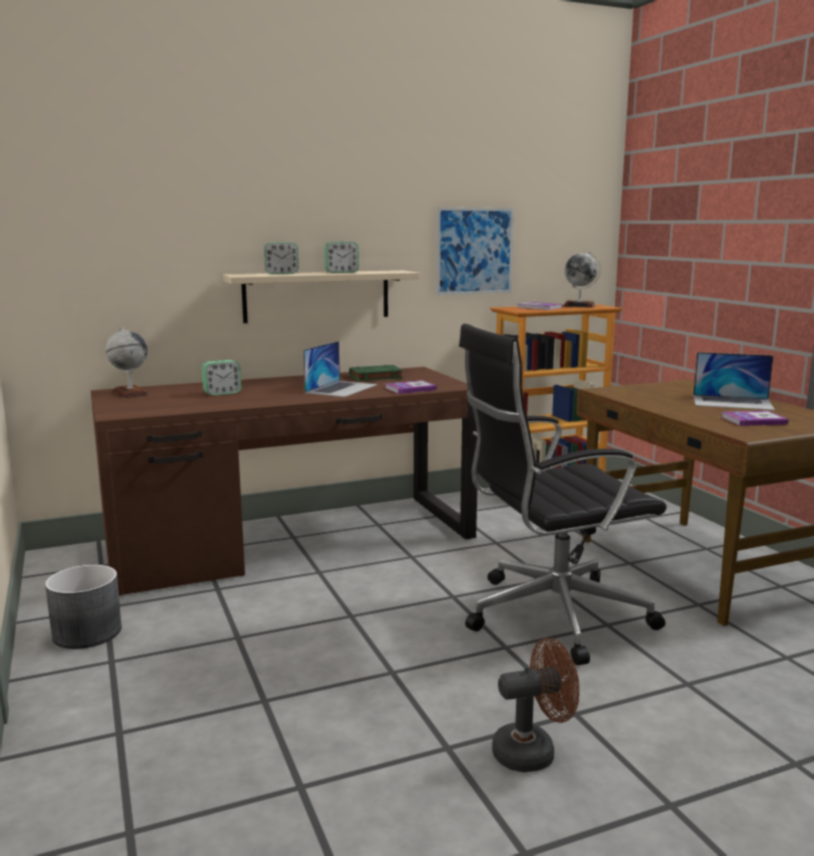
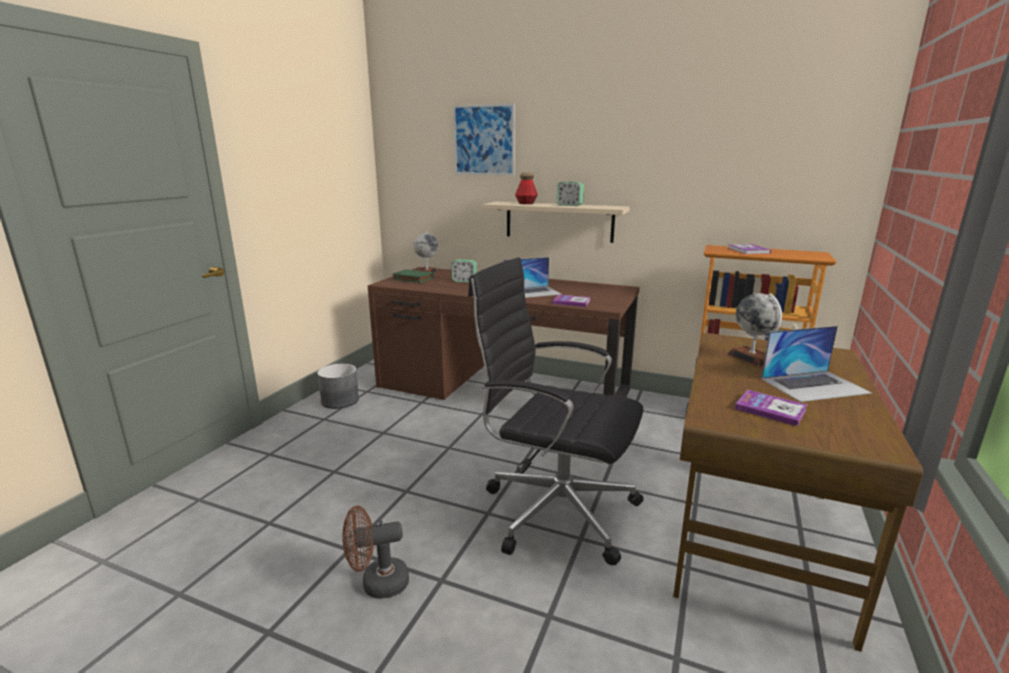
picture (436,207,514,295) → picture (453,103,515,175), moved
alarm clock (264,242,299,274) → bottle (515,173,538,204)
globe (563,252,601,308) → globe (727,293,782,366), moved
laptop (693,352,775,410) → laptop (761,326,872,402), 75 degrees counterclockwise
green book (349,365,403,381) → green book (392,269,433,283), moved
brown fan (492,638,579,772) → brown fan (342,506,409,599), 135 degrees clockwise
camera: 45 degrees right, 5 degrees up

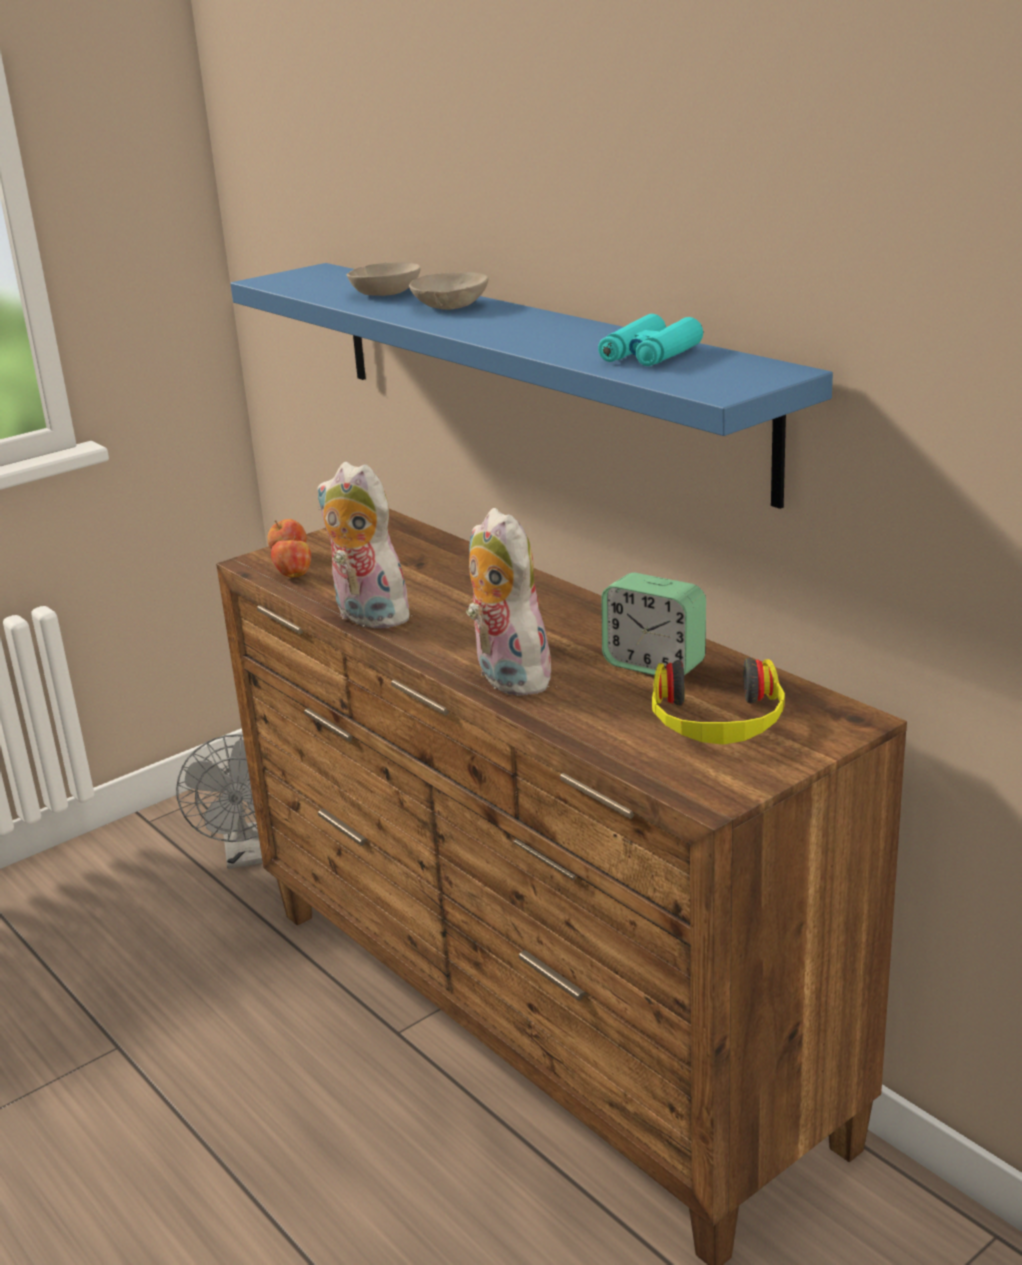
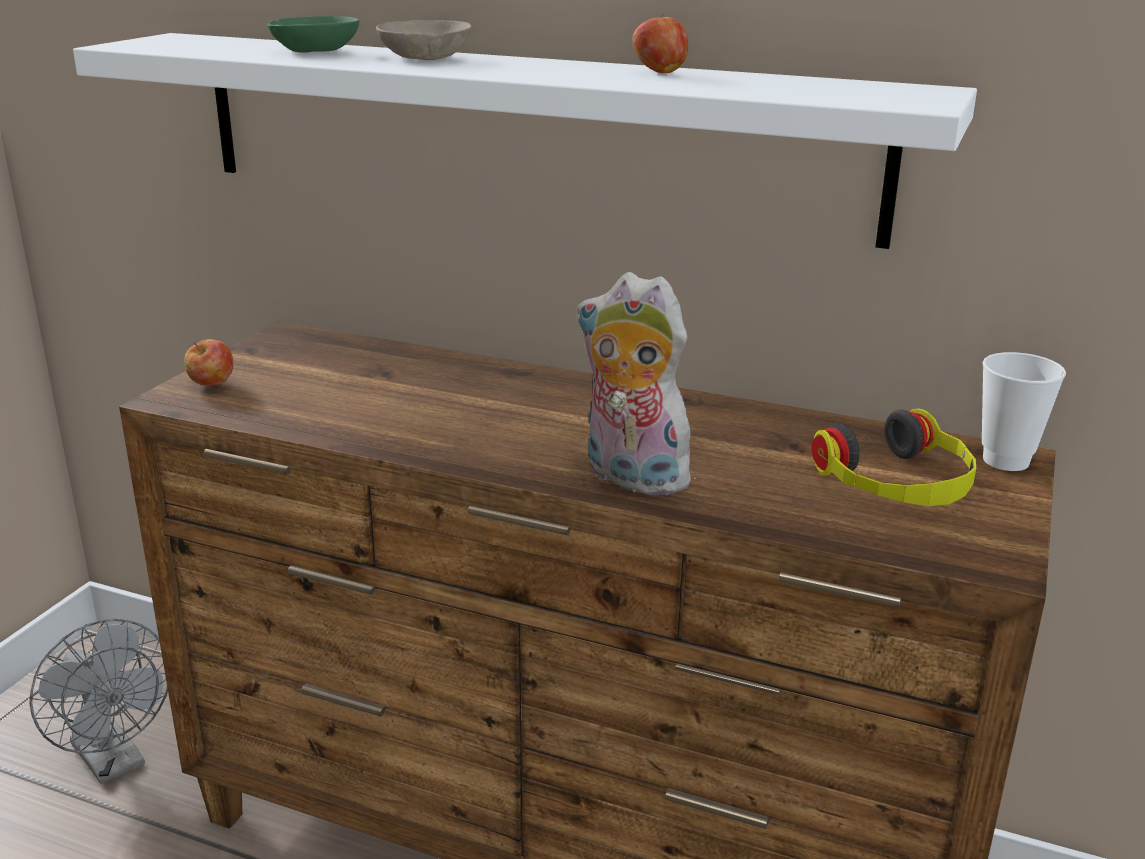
beige bowl (346,262,421,296) → green bowl (268,16,359,53)
blue shelf (230,263,833,509) → white shelf (73,33,977,249)
turquoise binoculars (598,314,703,366) → -
plush toy (317,462,416,630) → -
apple (271,535,311,578) → apple (633,14,688,73), moved
alarm clock (601,573,706,675) → -
- → cup (982,352,1066,471)
camera: 30 degrees left, 0 degrees up

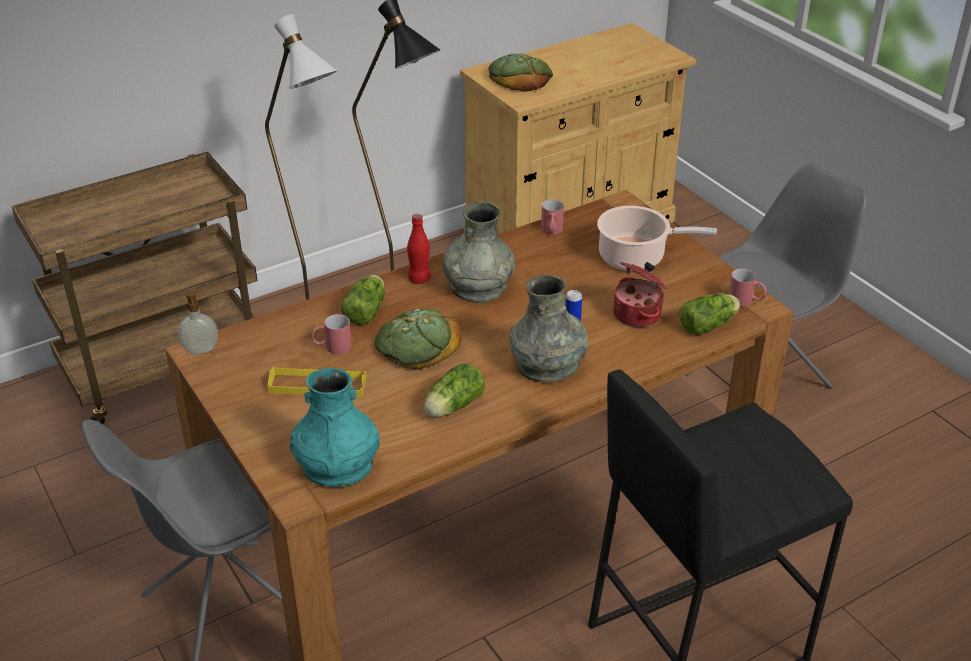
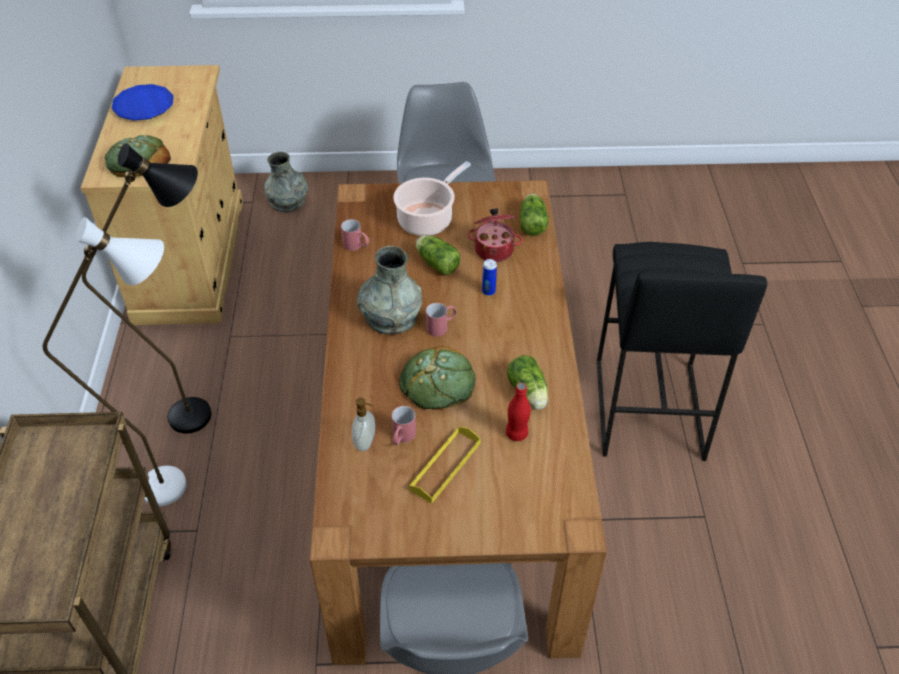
red bottle (407,214,431,284) → red bottle (506,383,531,441), moved
red mug (729,269,767,307) → red mug (426,303,457,337), moved
lettuce (341,275,385,325) → lettuce (416,236,461,275), moved
grey vase (509,275,588,382) → grey vase (264,152,308,212), moved
soap dispenser (178,290,218,354) → soap dispenser (352,398,375,451), moved
turquoise vase (290,368,380,487) → -
- → blue plate (112,84,174,120)
camera: 60 degrees left, 10 degrees up

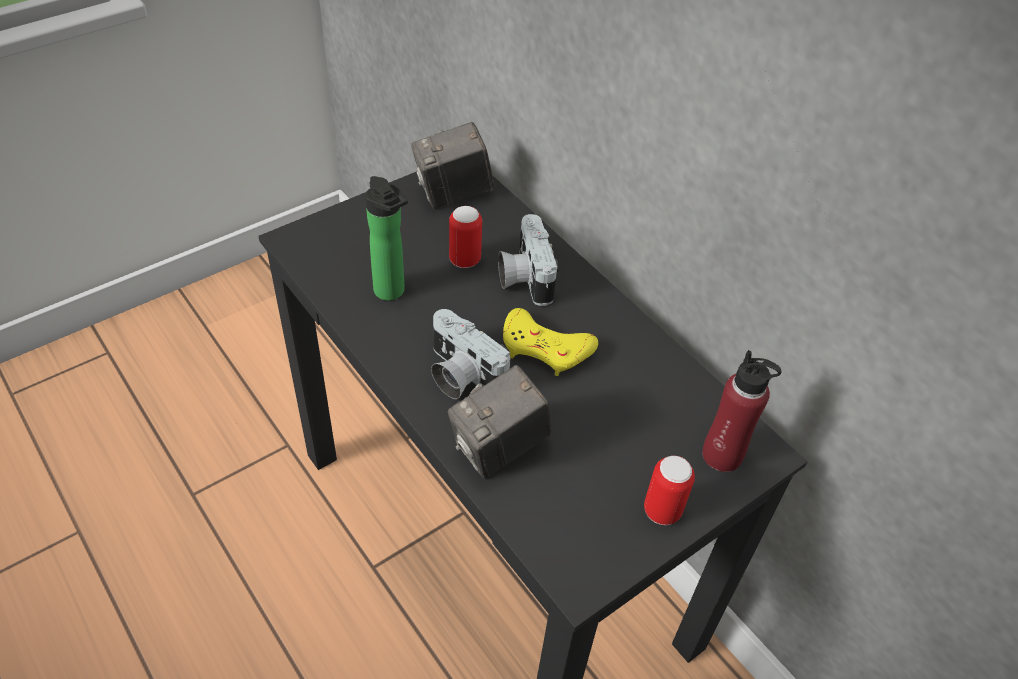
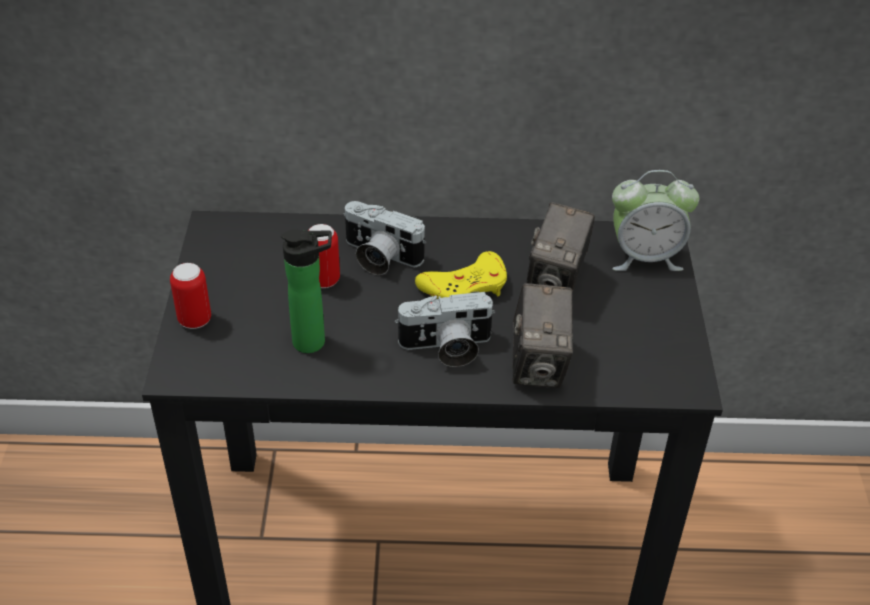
photo camera (411,122,494,209) → photo camera (526,202,595,290), moved
red bottle (702,350,781,472) → alarm clock (612,170,699,271)
can (644,456,695,525) → can (170,263,211,329), moved
camera: 50 degrees left, 5 degrees down

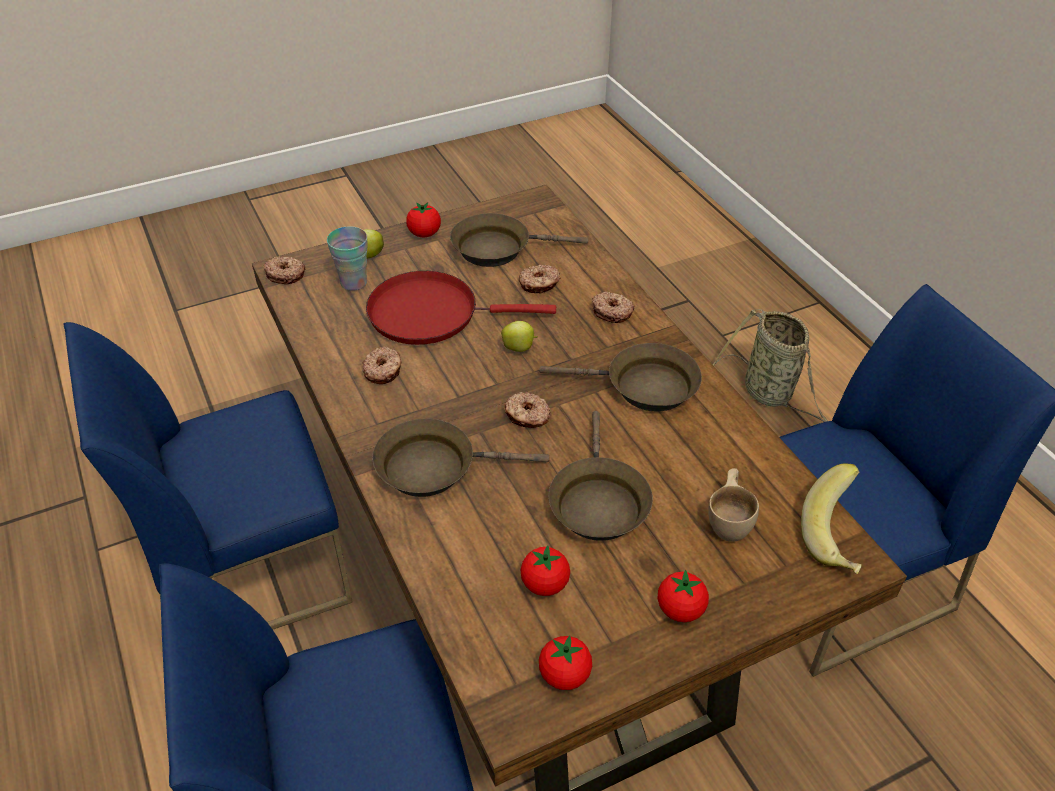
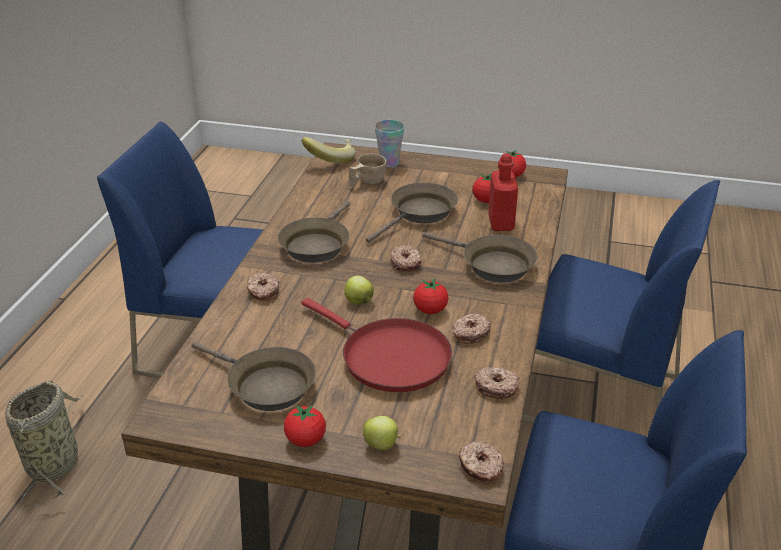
cup (327,226,368,291) → cup (375,120,404,167), moved
donut (519,265,561,294) → donut (474,367,519,399), moved
brown frying pan (539,343,702,412) → brown frying pan (278,201,350,263), 120 degrees counterclockwise
tomato (658,570,709,622) → tomato (413,278,449,314), moved
- → red bottle (488,154,518,231)
camera: 140 degrees left, 10 degrees down

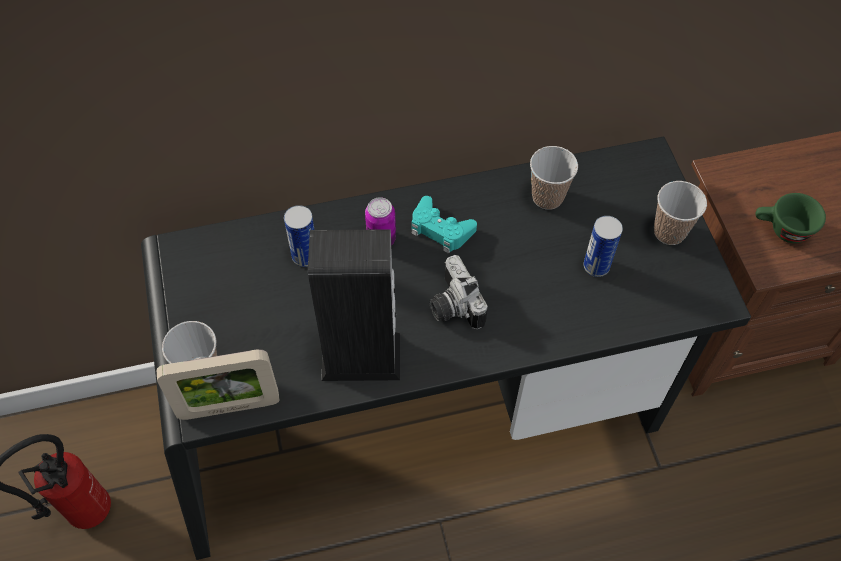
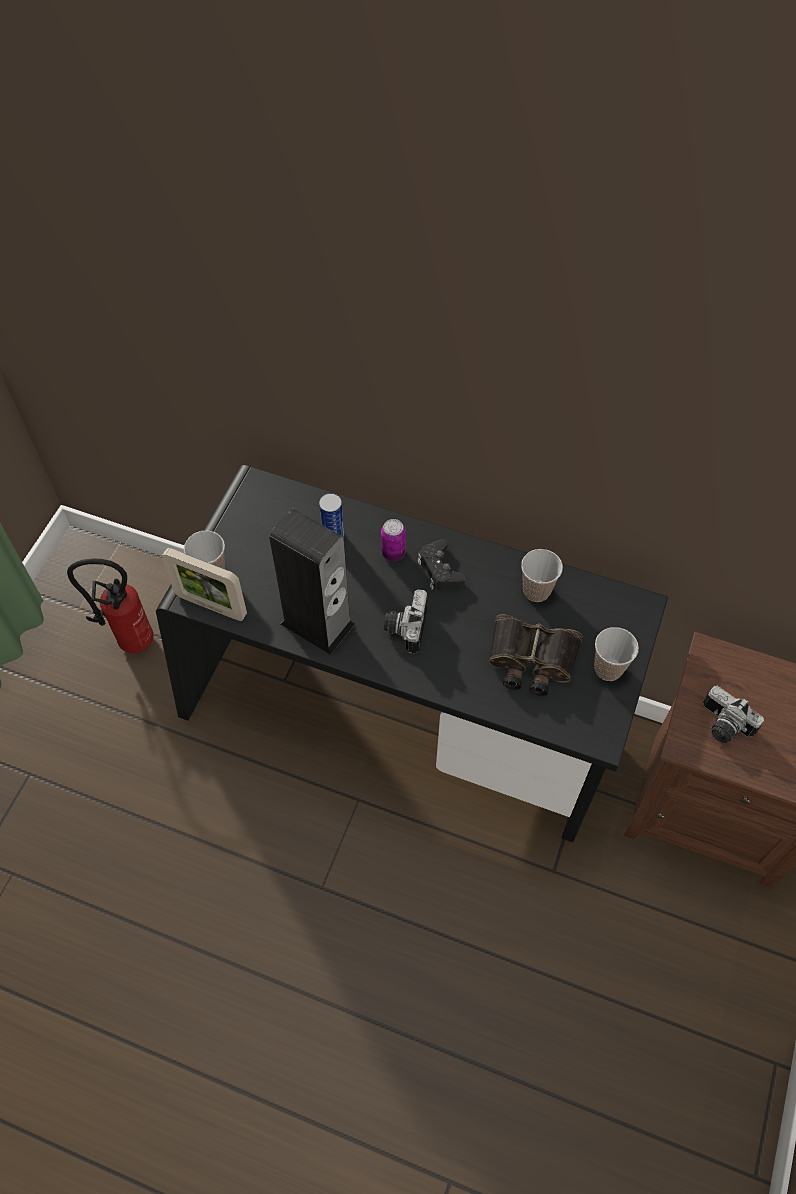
green cup (755,193,826,243) → photo camera (703,686,764,743)
turquoise game controller (412,196,477,253) → black game controller (418,539,465,590)
can (583,216,623,277) → binoculars (489,614,583,696)
camera: 35 degrees right, 0 degrees up

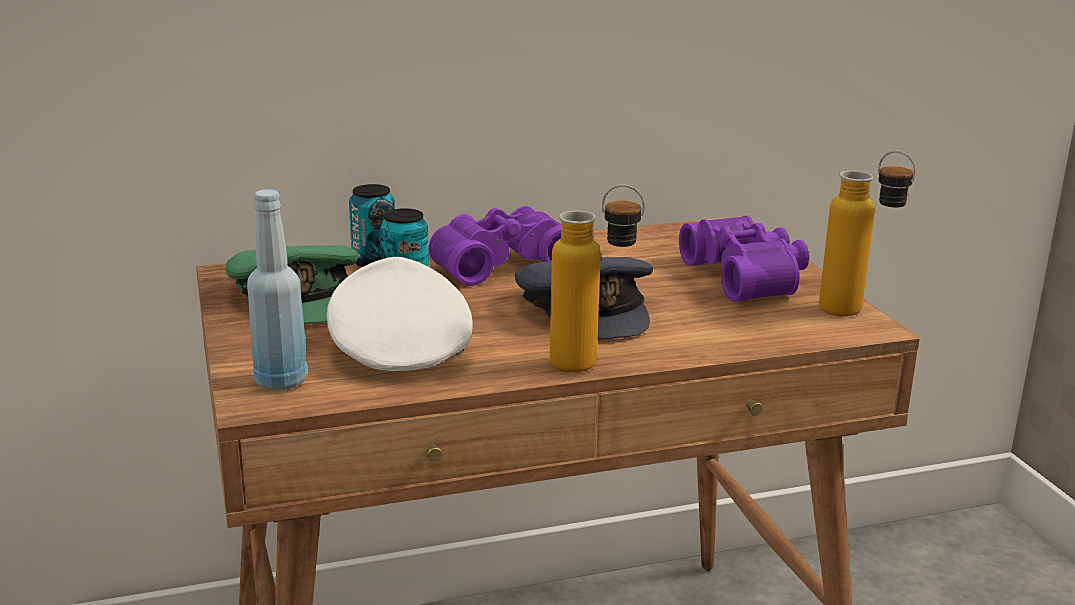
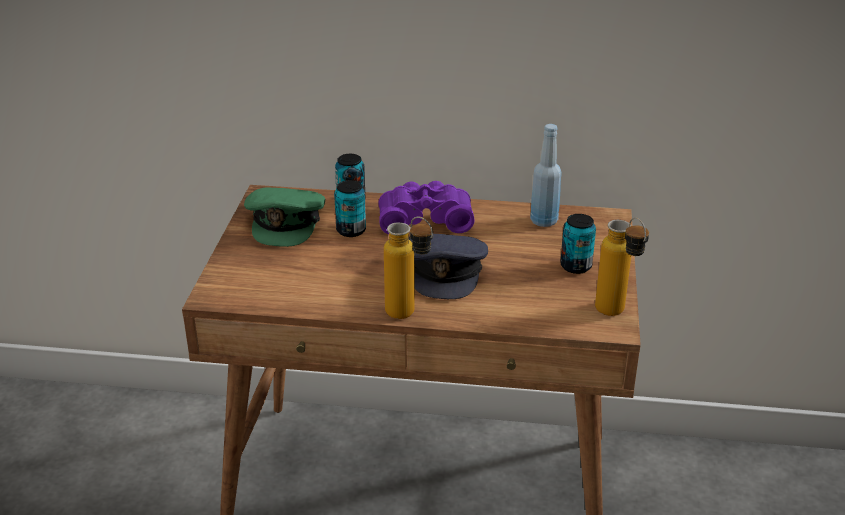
blue bottle (247,189,308,391) → blue bottle (530,124,562,227), moved
purple binoculars (679,215,809,302) → can (560,214,596,274)
white cap (327,257,472,371) → -
camera: 25 degrees right, 10 degrees up

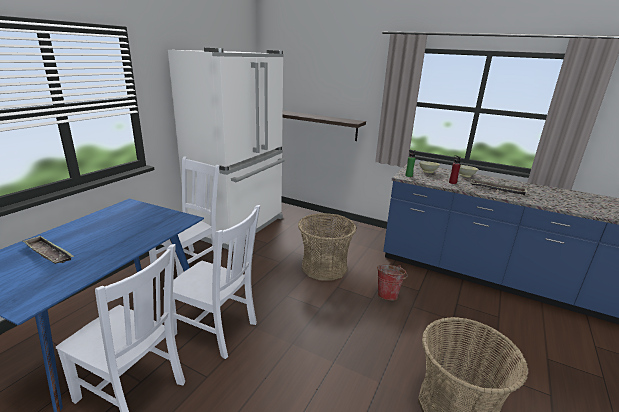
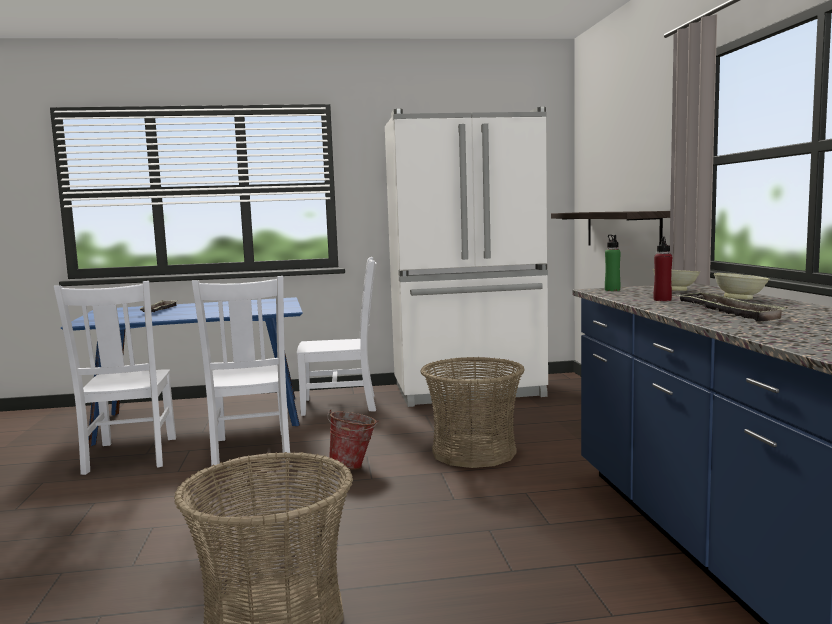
bucket (377,265,407,301) → bucket (327,409,379,470), moved
camera: 55 degrees right, 15 degrees down

